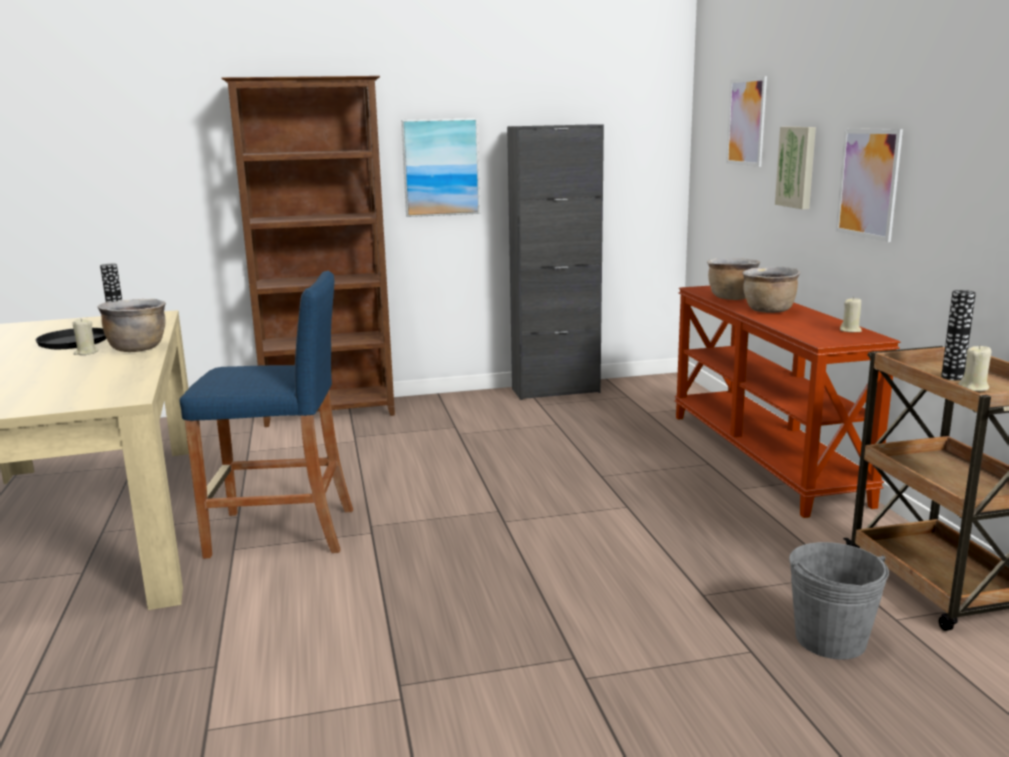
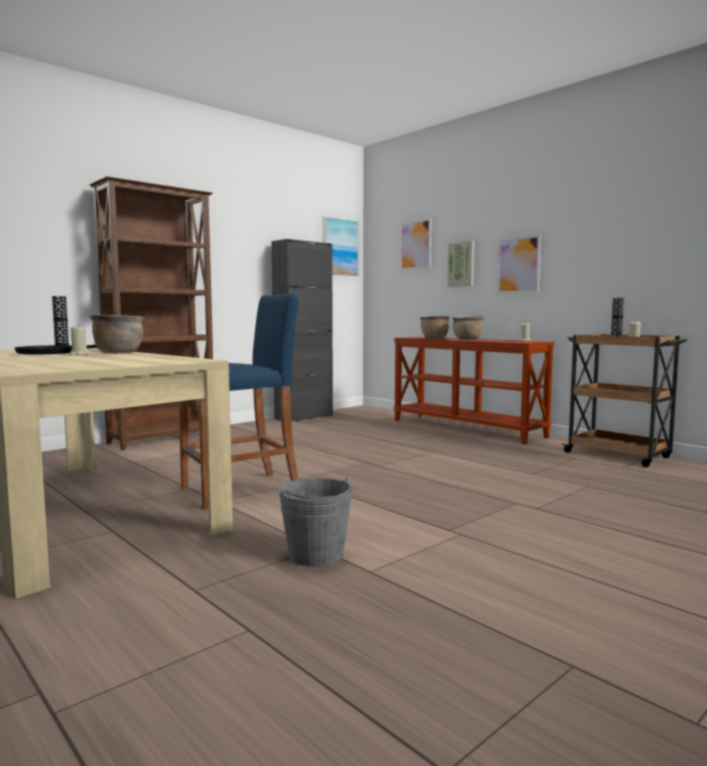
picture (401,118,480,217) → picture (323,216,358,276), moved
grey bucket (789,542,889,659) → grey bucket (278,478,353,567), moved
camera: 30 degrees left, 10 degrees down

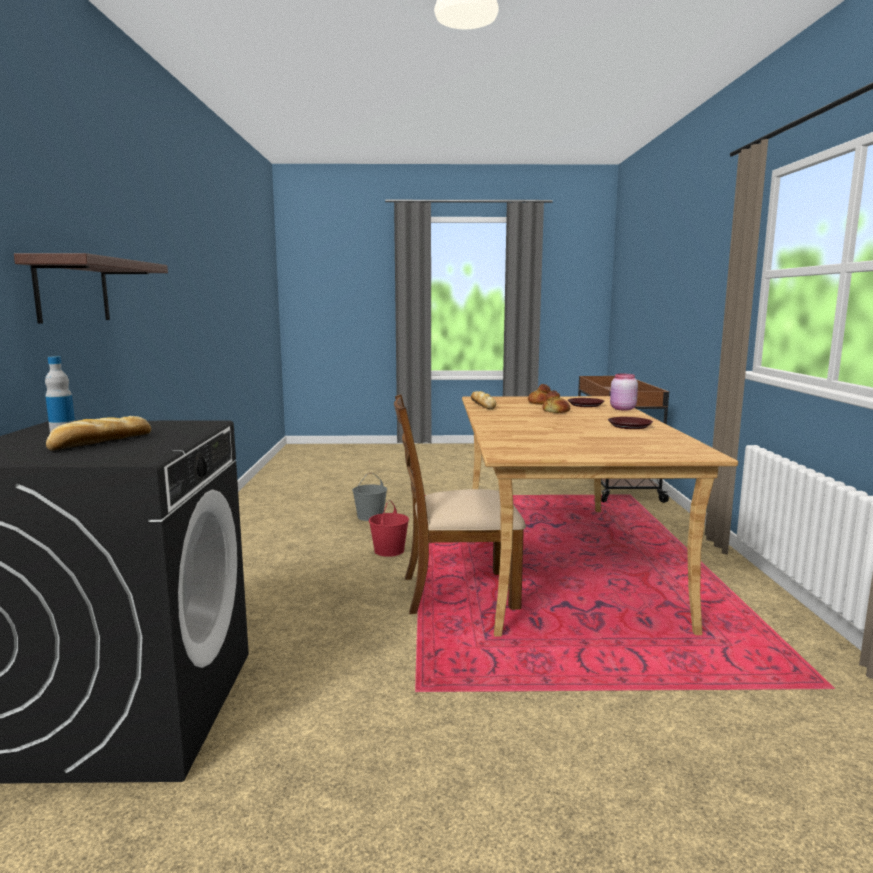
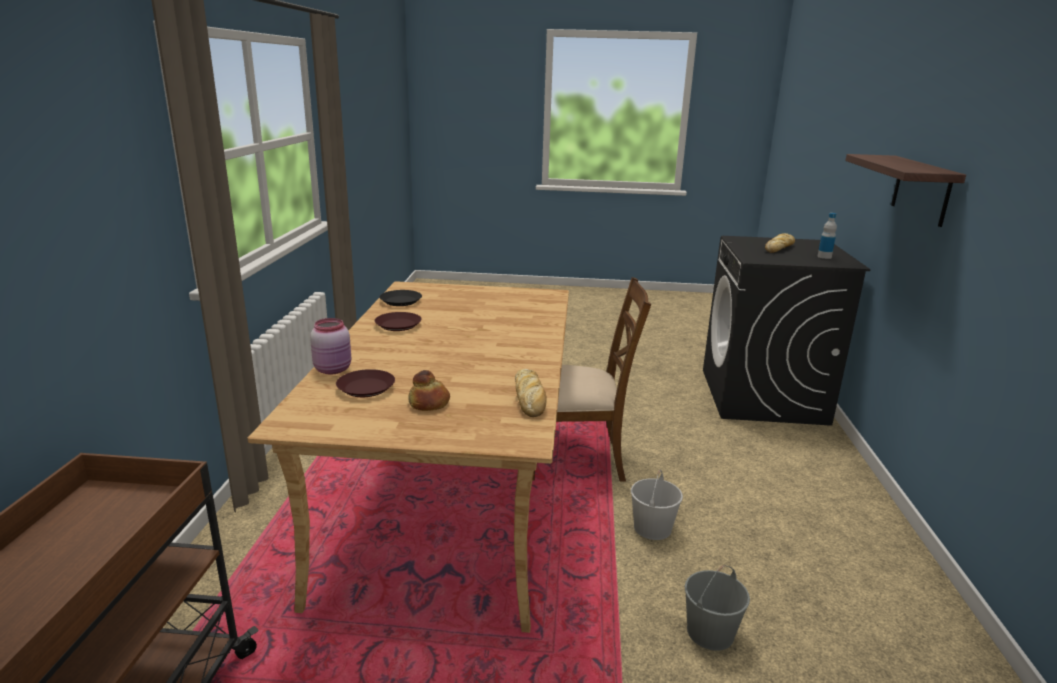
bread (543,390,570,413) → -
red bucket (369,500,409,557) → white bucket (631,470,683,540)
- → black plate (379,290,422,306)
camera: 175 degrees left, 10 degrees up

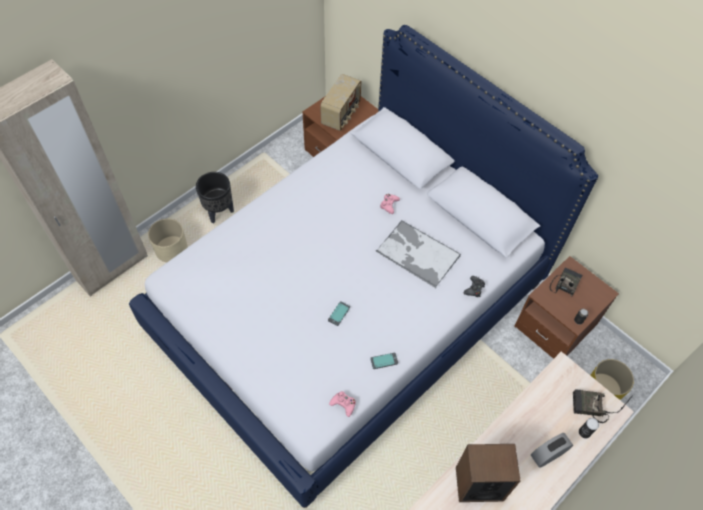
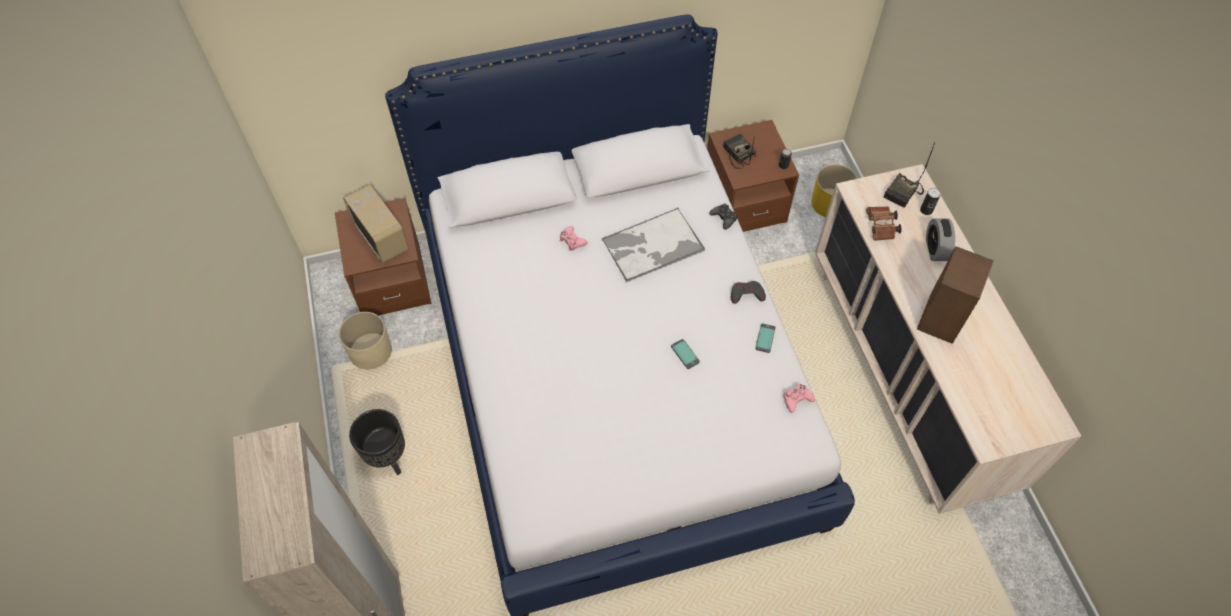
beige planter (148,218,188,262) → beige planter (339,312,392,369), moved
- → brown binoculars (866,206,902,241)
- → grey game controller (731,281,766,304)
camera: 60 degrees left, 0 degrees up

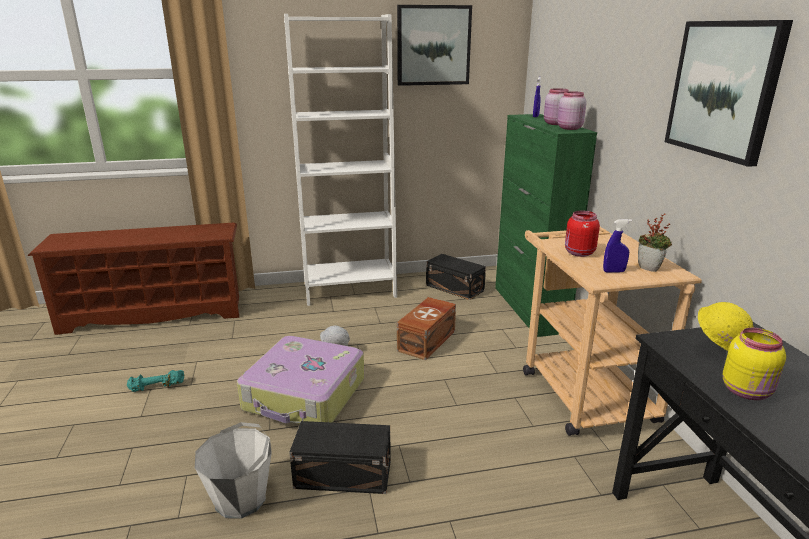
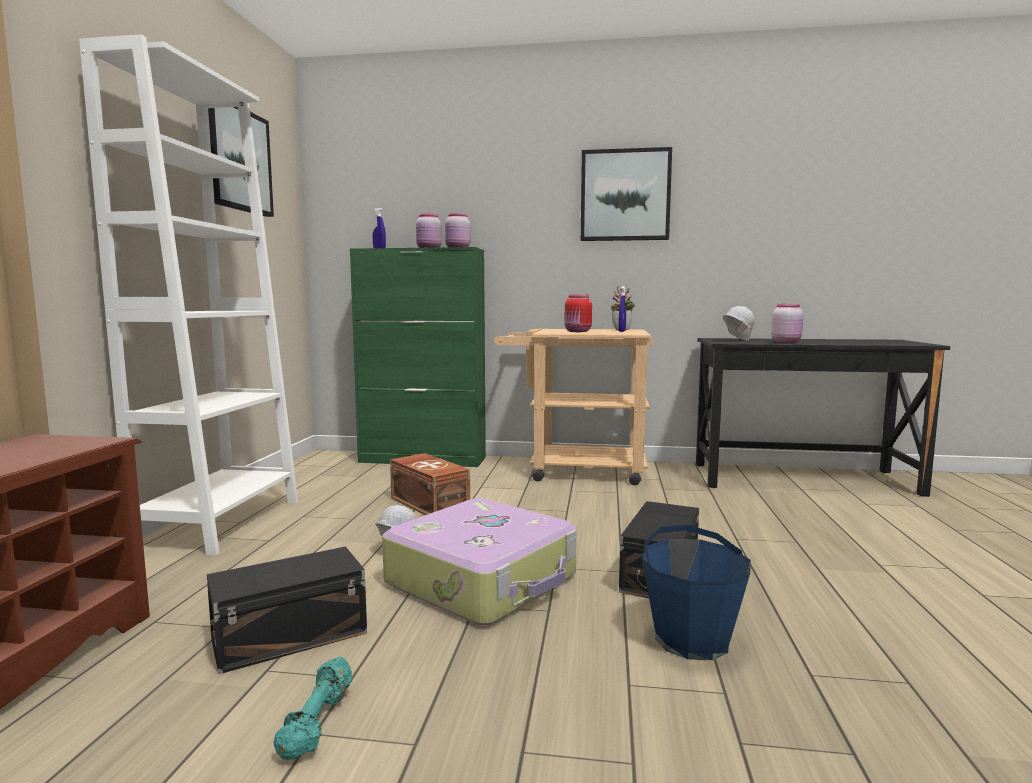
black storage box (426,254,486,300) → black storage box (207,546,367,674), moved
yellow hard hat (698,302,754,351) → white hard hat (723,306,755,341)
yellow jar (723,328,786,400) → pink jar (771,304,803,343)
white bucket (195,422,272,519) → blue bucket (641,525,751,660)
camera: 70 degrees left, 15 degrees down

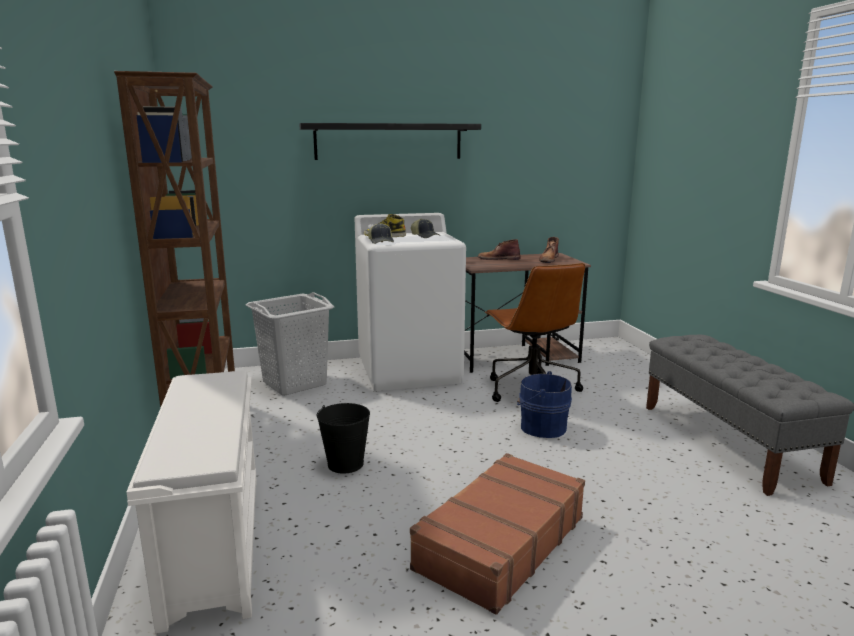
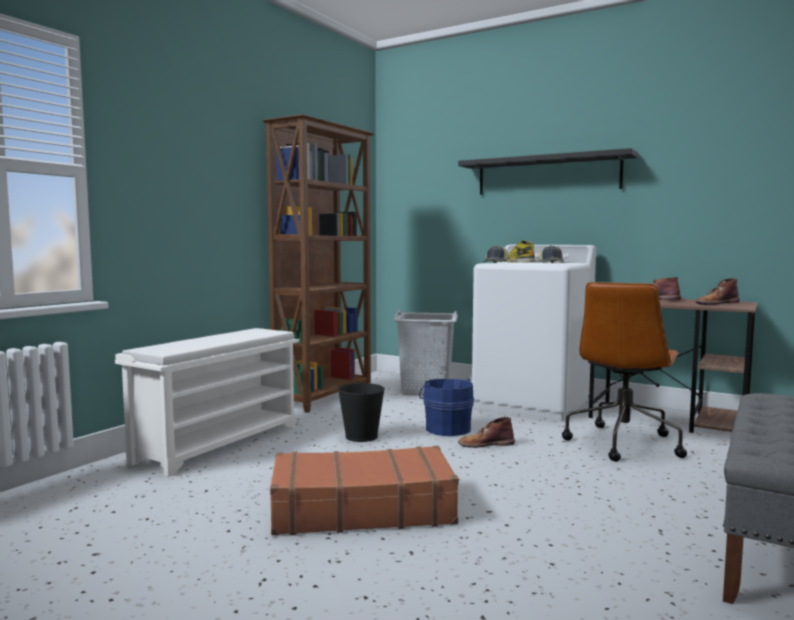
blue bucket (517,371,572,438) → blue bucket (419,378,474,436), moved
- → brown boot (458,417,515,448)
camera: 45 degrees right, 10 degrees down

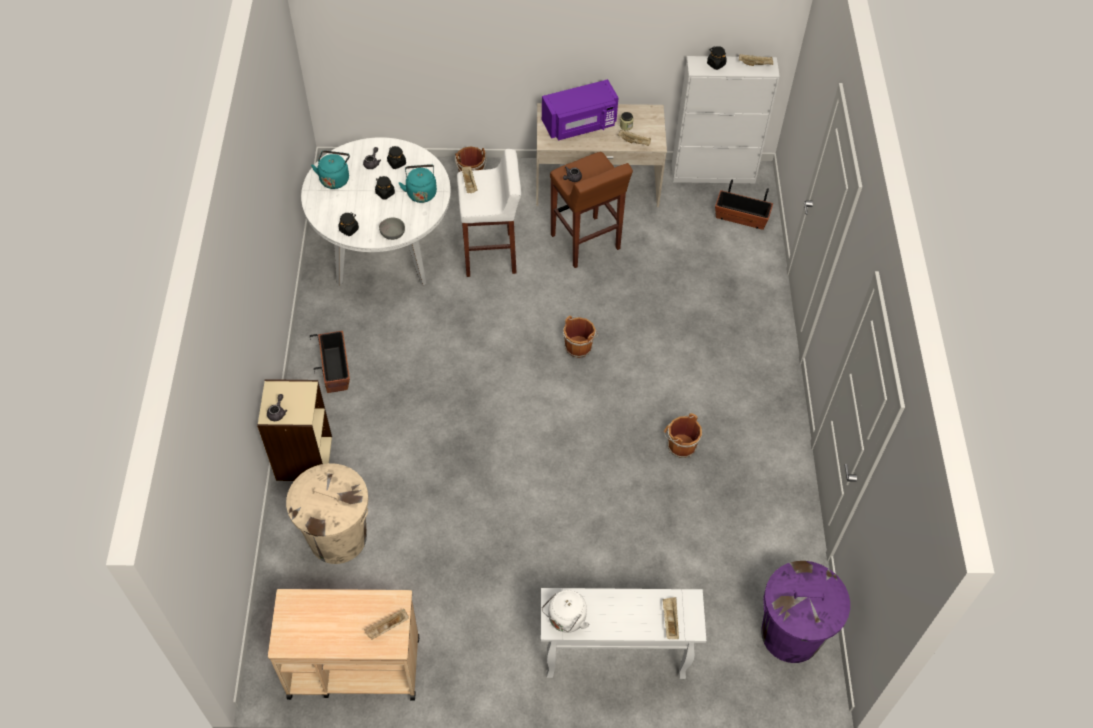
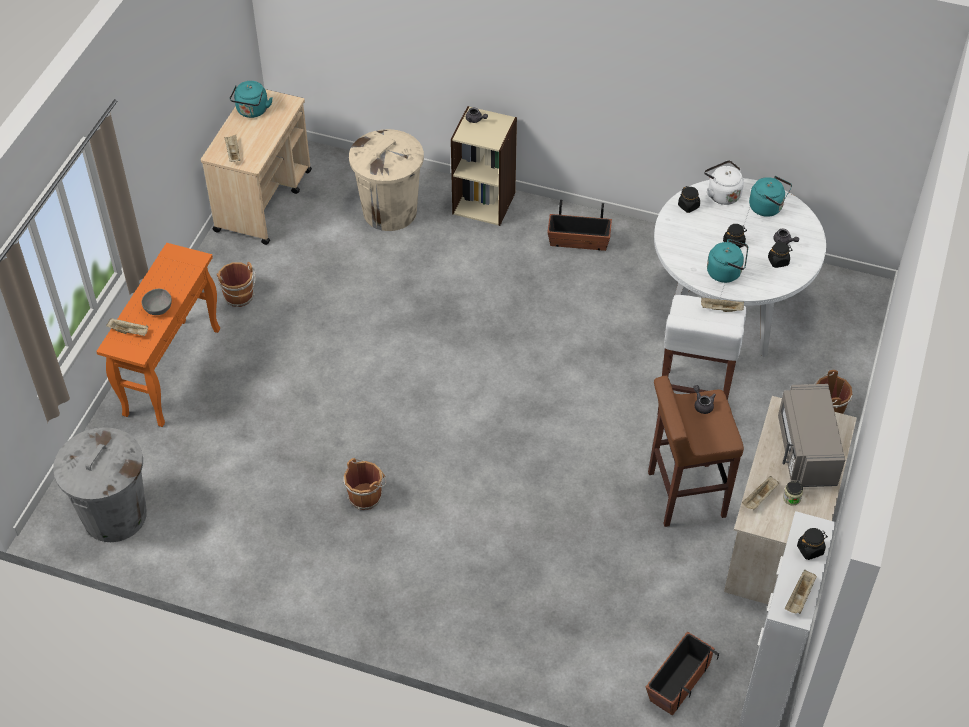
purple microwave (542,79,619,141) → grey microwave (778,384,845,487)
grey bowl (379,217,405,240) → grey bowl (142,289,172,315), moved
brown bucket (563,316,598,358) → brown bucket (217,262,256,307), moved
purple trash can (761,561,850,663) → grey trash can (53,427,147,542)
white console table (541,588,706,679) → orange console table (96,243,220,427)
white kettle (541,590,590,633) → white kettle (704,160,744,205), moved
- → turquoise kettle (230,81,273,118)
camera: 110 degrees right, 5 degrees down

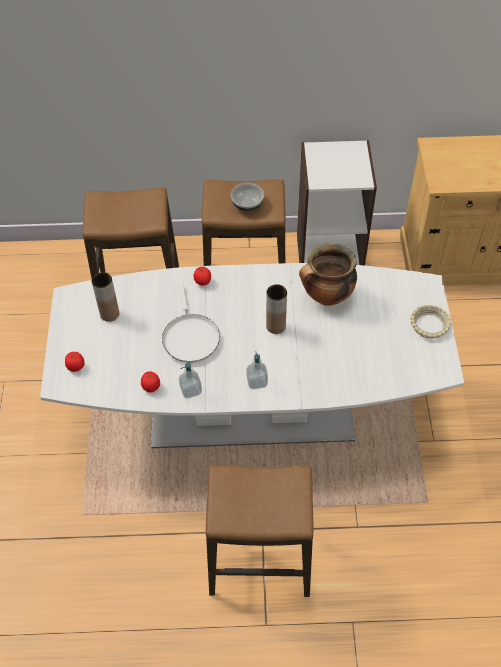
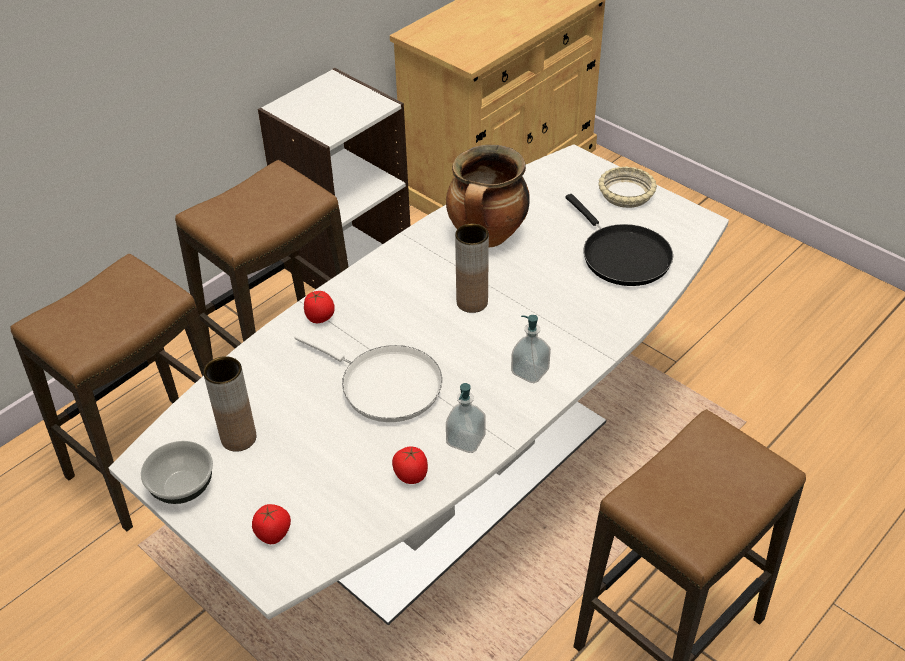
bowl (230,183,264,211) → bowl (141,441,213,504), moved
- → black frying pan (565,194,673,286)
camera: 45 degrees left, 10 degrees down

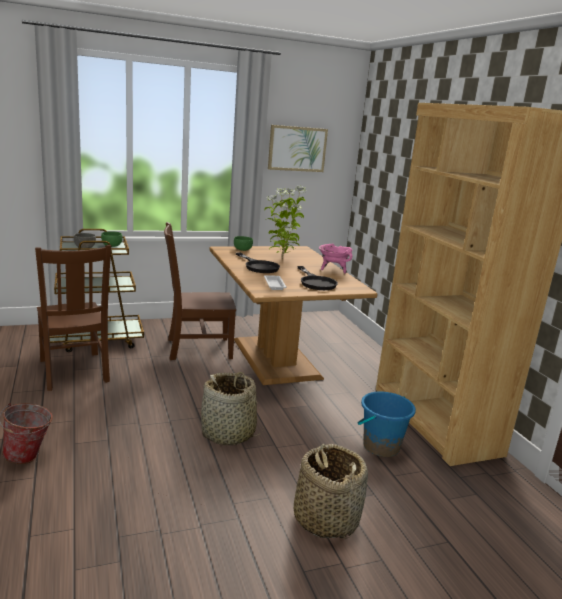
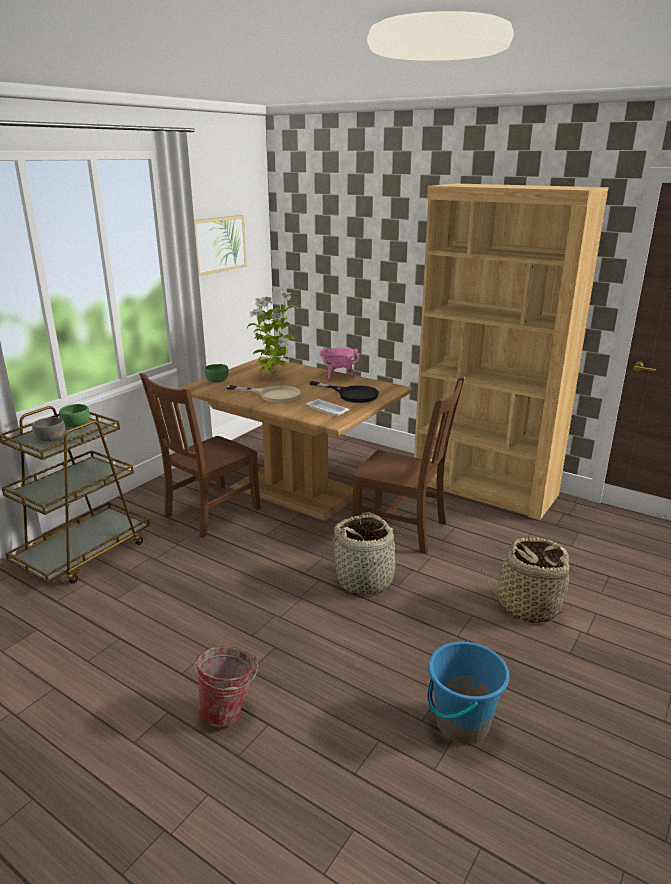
brown chair (35,245,111,391) → brown chair (352,376,464,554), moved
black frying pan (236,252,280,273) → beige frying pan (226,385,301,403)
blue bucket (358,391,416,457) → blue bucket (427,640,509,744), moved
camera: 35 degrees left, 5 degrees up

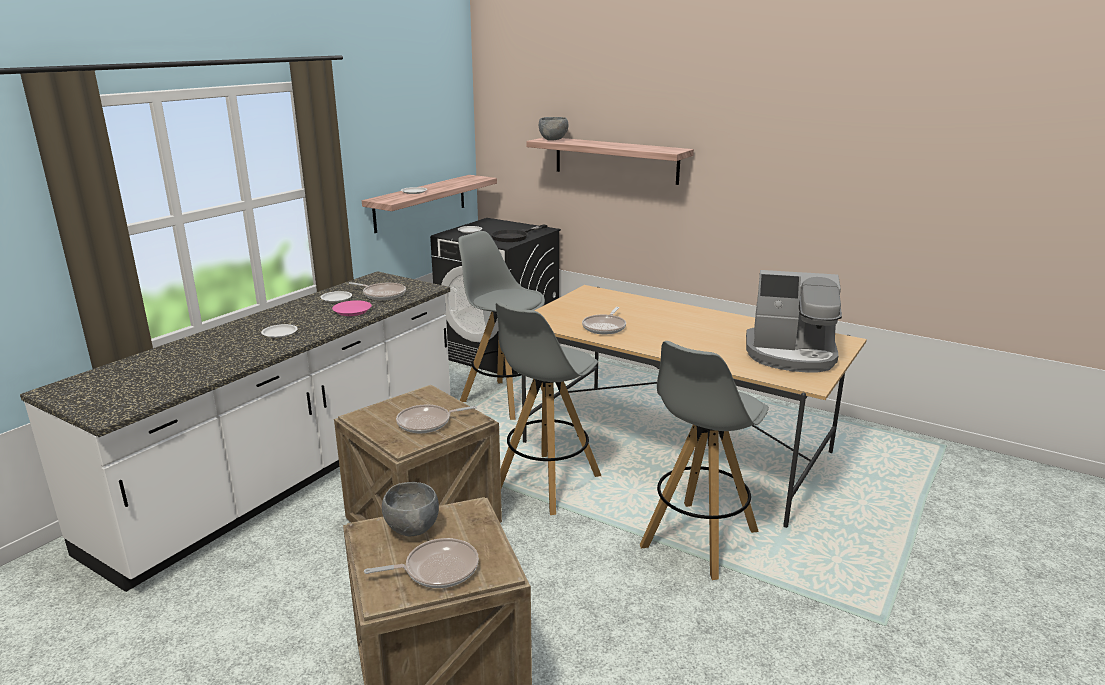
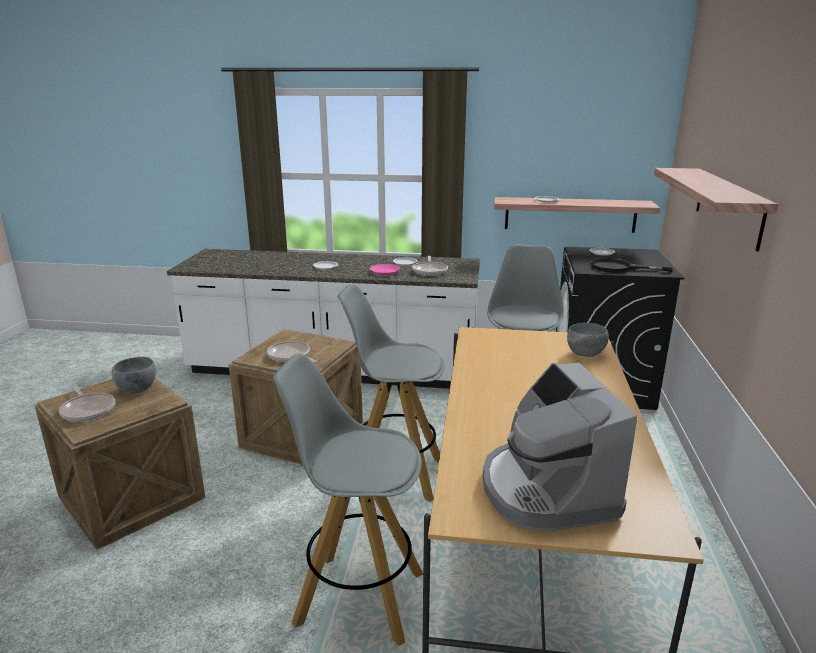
grey bowl (539,117,568,141) → grey bowl (567,323,609,357), moved
frying pan (582,307,626,334) → -
camera: 65 degrees right, 0 degrees up

